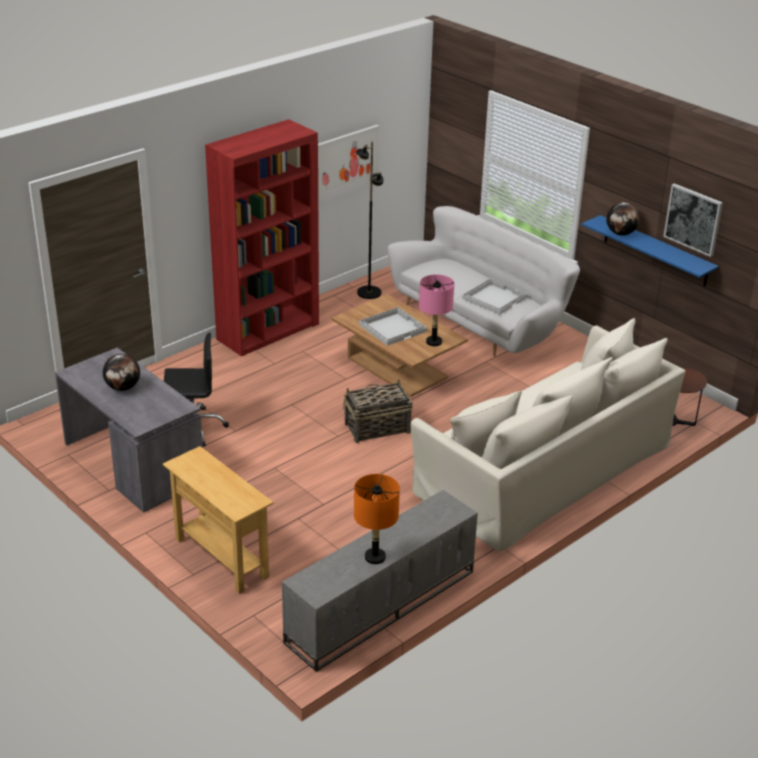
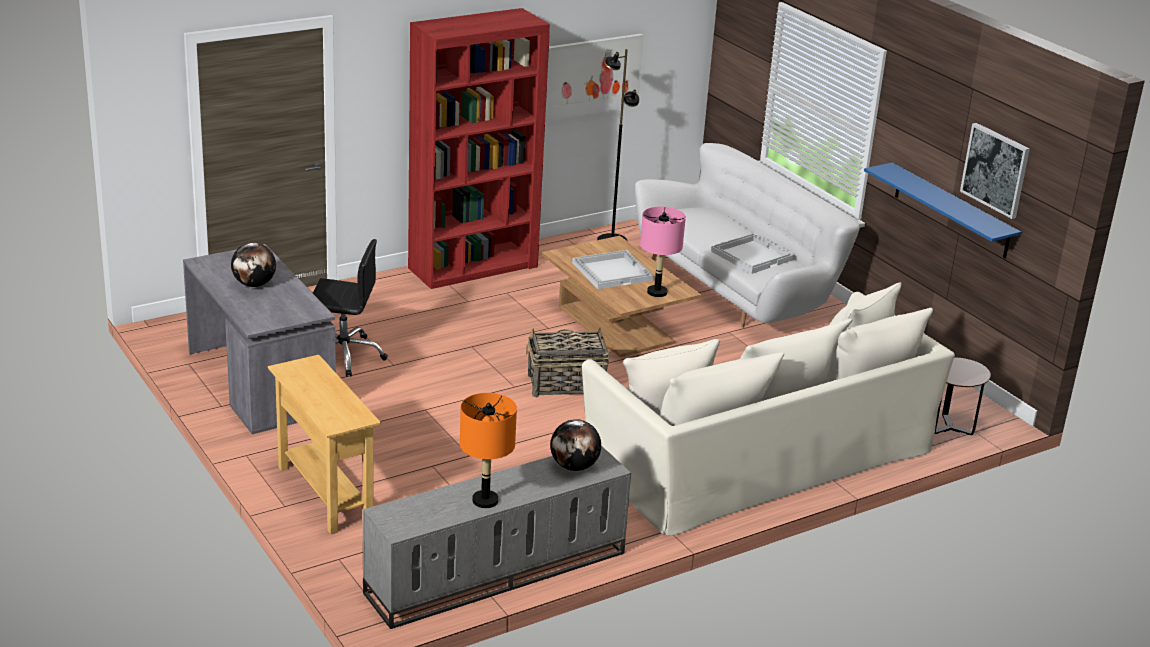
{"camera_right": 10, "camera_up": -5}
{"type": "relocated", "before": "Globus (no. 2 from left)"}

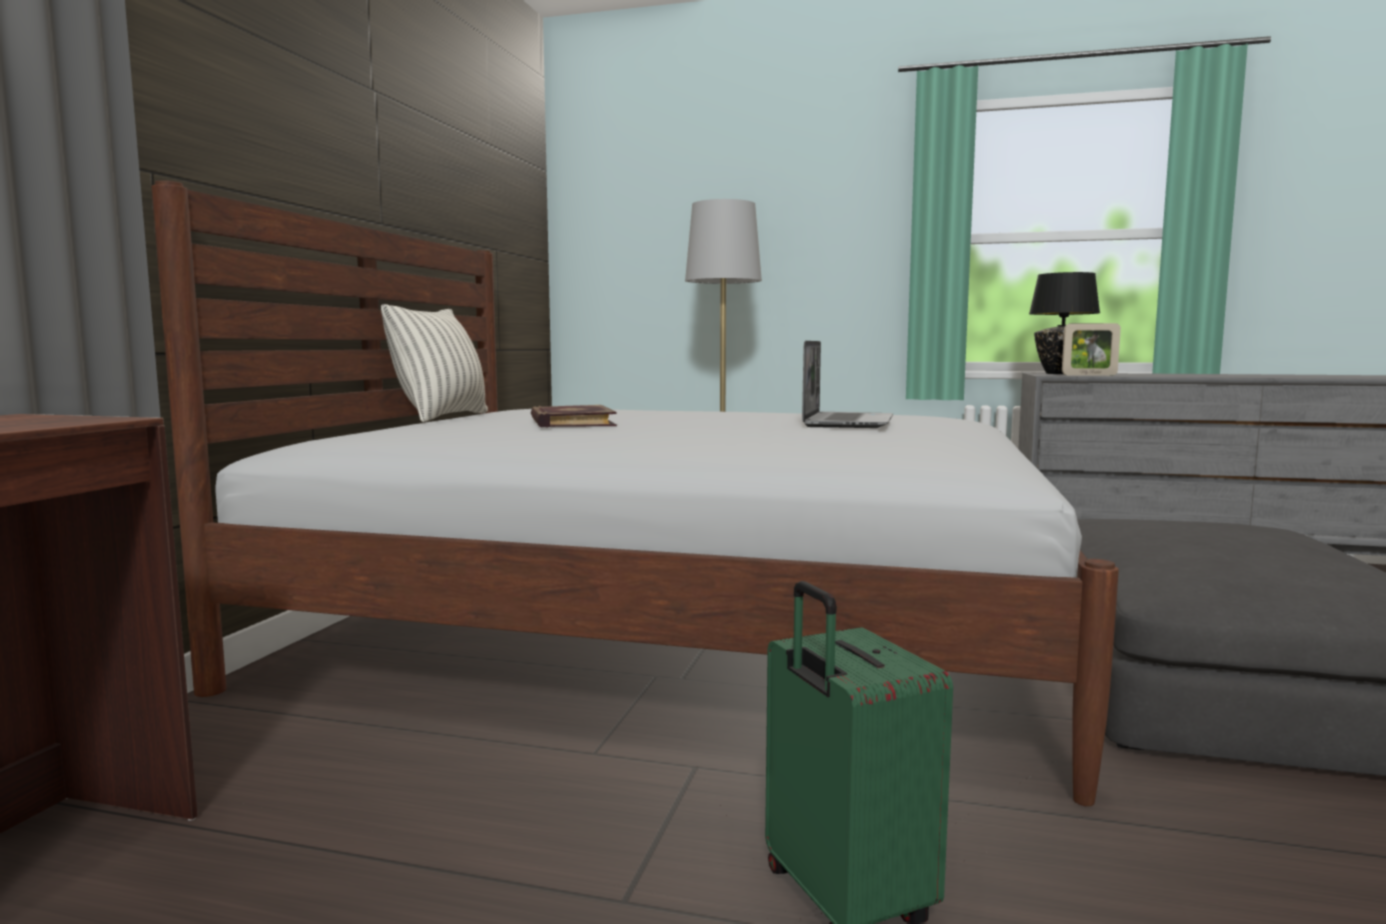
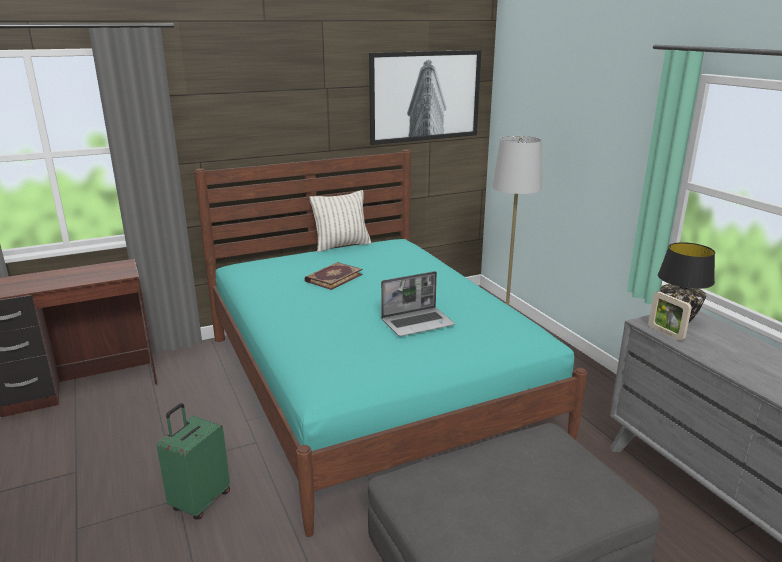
{"camera_right": 50, "camera_up": 15}
{"type": "appeared", "after": "Bild"}
{"type": "colour", "before": "Bett (weiß)", "after": "Bett (türkis)"}

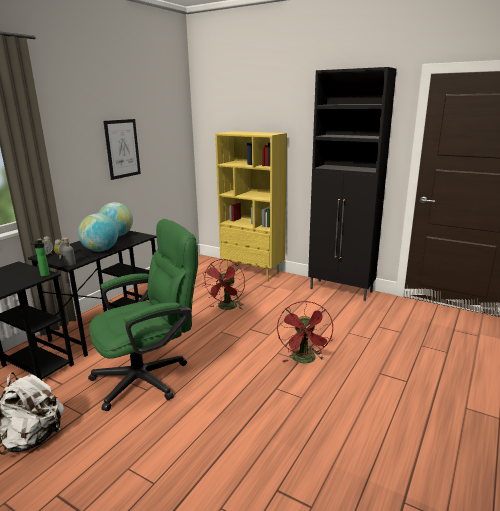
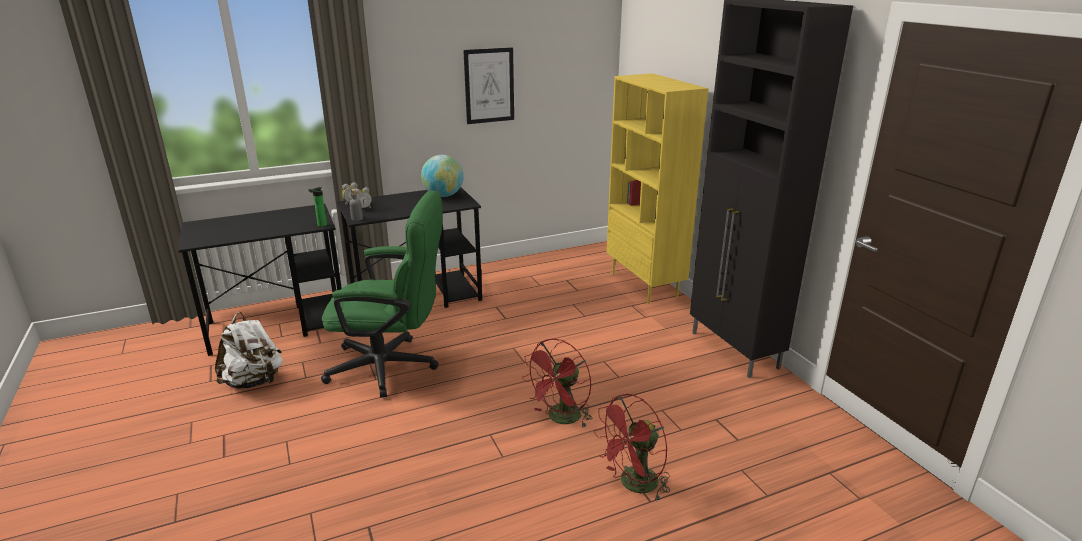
{"camera_right": 35, "camera_up": 5}
{"type": "missing", "before": "Globus (no. 1 from left)"}
{"type": "relocated", "before": "Ventilator (rot) (no. 1 from left in the first image)", "after": "Ventilator (rot) (no. 2 from left)"}

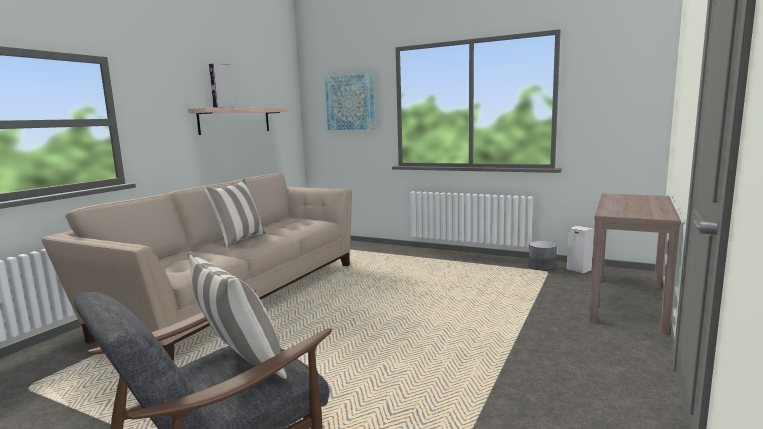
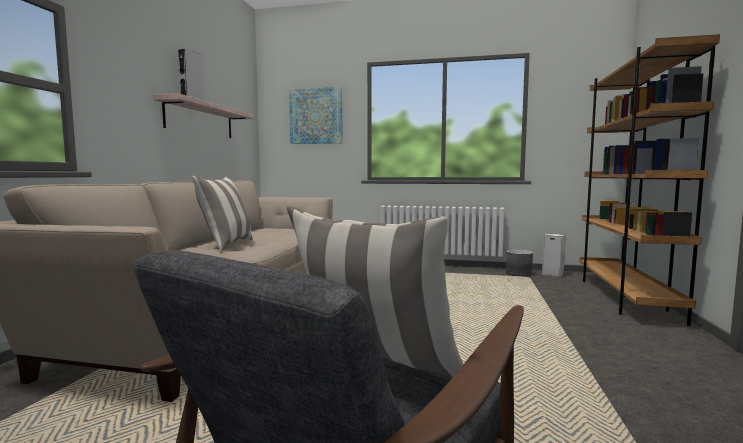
{"camera_right": -15, "camera_up": -5}
{"type": "exchanged", "before": "Konsolentisch (braun)", "after": "Bücherregal (braun)"}

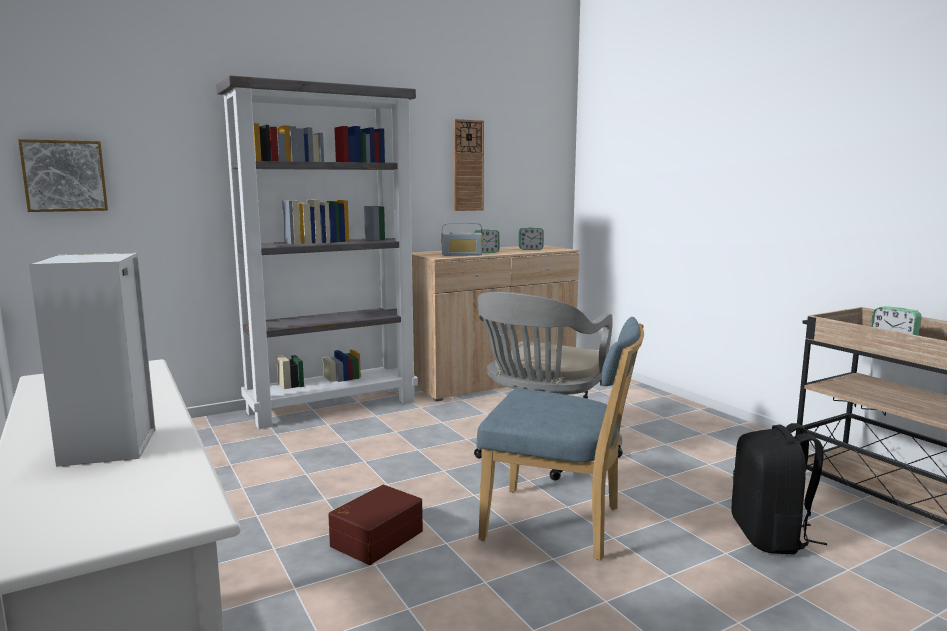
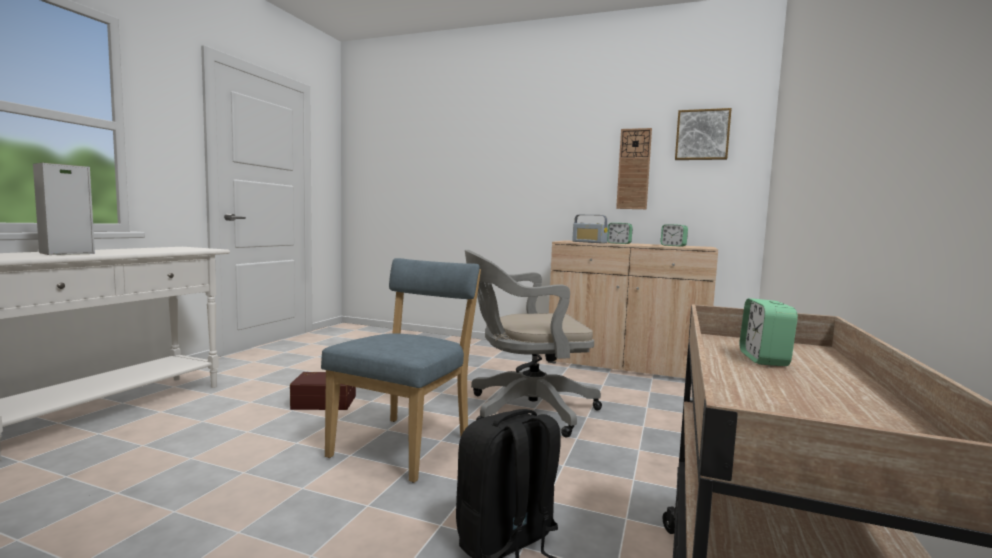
{"camera_right": 50, "camera_up": -5}
{"type": "missing", "before": "Bücherregal (grau)"}
{"type": "relocated", "before": "Bild"}
{"type": "spun", "before": "Stuhl (blau)", "turn": -135}

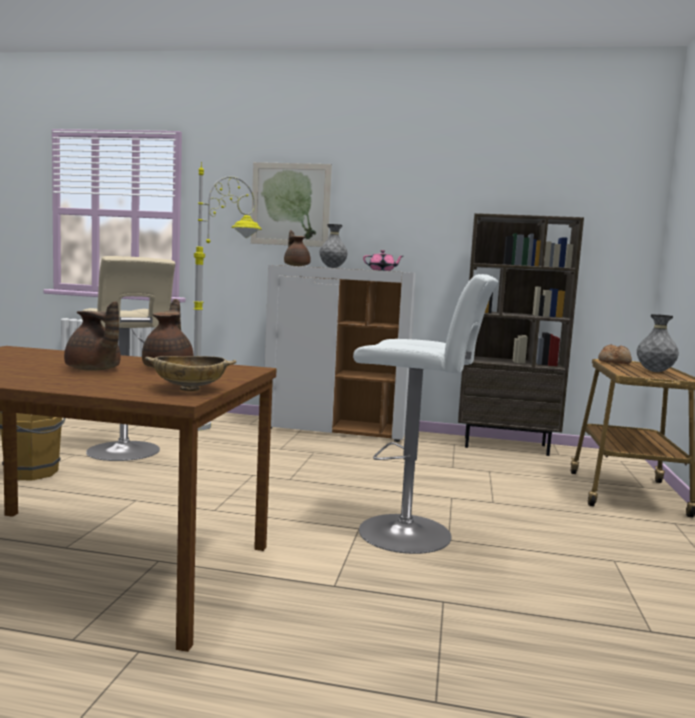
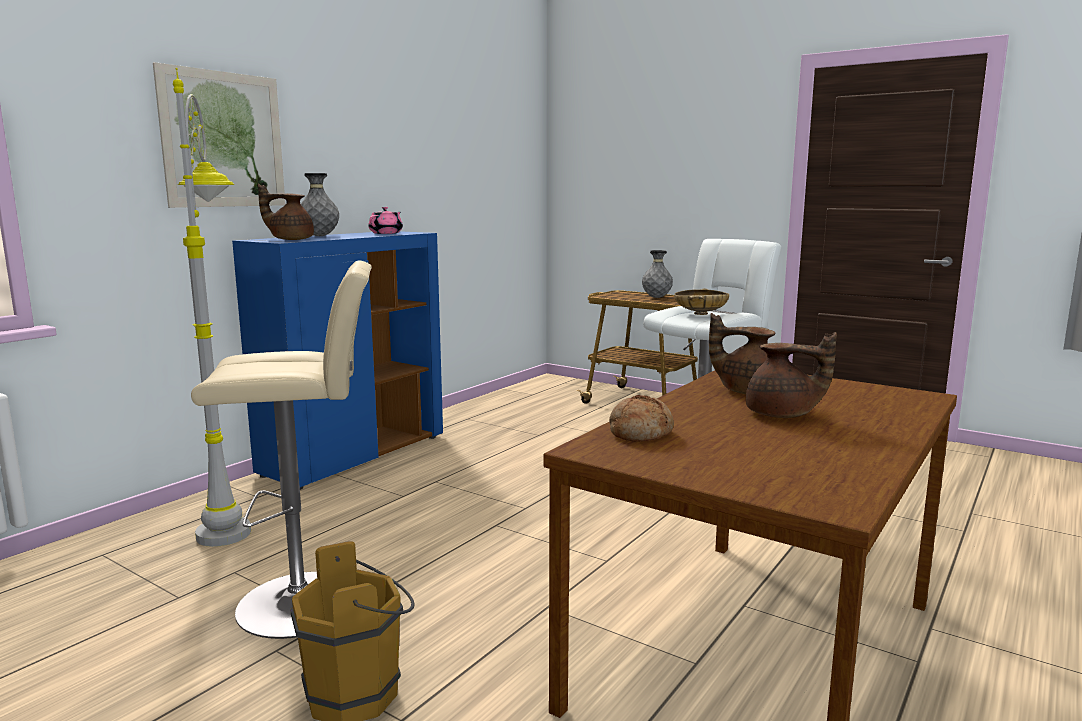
{"camera_right": -65, "camera_up": 5}
{"type": "missing", "before": "Bücherregal (braun)"}
{"type": "relocated", "before": "Schüssel (beige)"}
{"type": "relocated", "before": "Brot"}
{"type": "colour", "before": "Schrank (weiß)", "after": "Schrank (blau)"}
{"type": "spun", "before": "Teekanne (braun) (no. 1 from left in the first image)", "turn": 45}

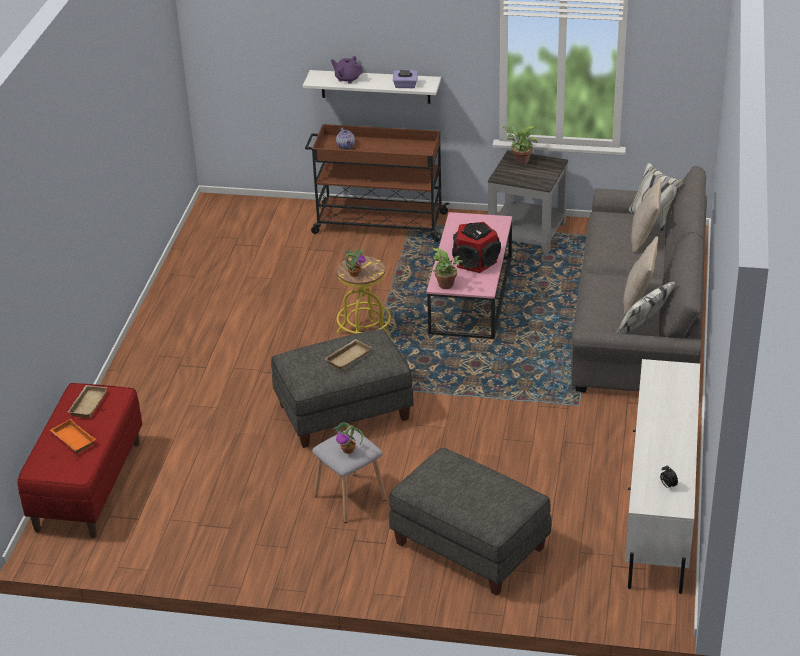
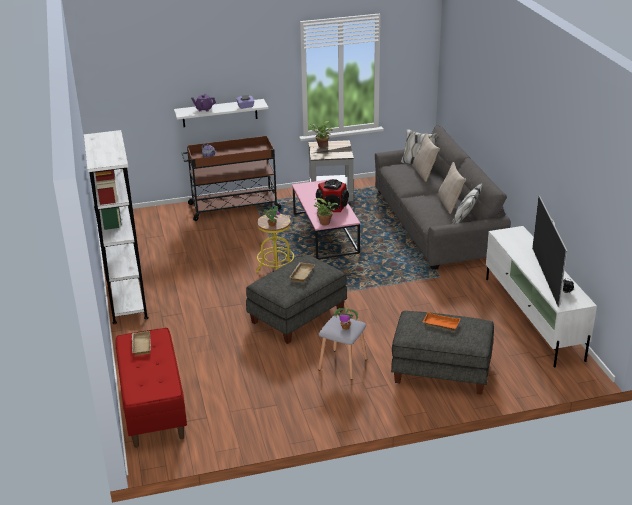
{"camera_right": -25, "camera_up": -5}
{"type": "appeared", "after": "Bücherregal (weiß)"}
{"type": "appeared", "after": "Fernseher"}
{"type": "relocated", "before": "Tablett (orange)"}

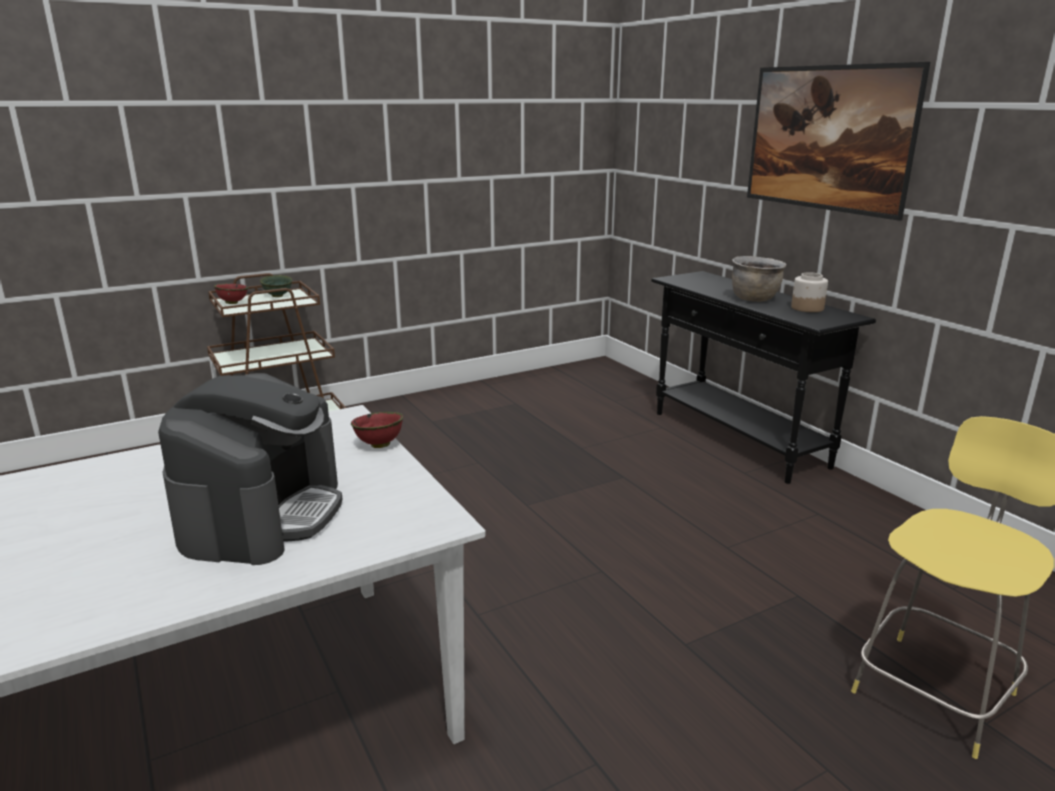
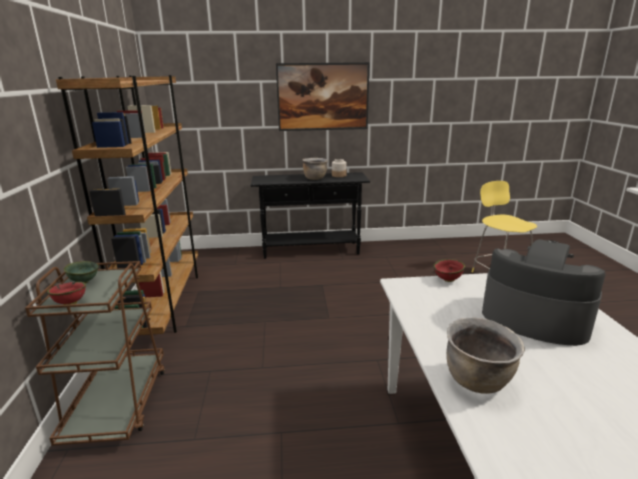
{"camera_right": -65, "camera_up": 0}
{"type": "appeared", "after": "Bücherregal (braun)"}
{"type": "appeared", "after": "Kochtopf (braun) (no. 2 from left)"}

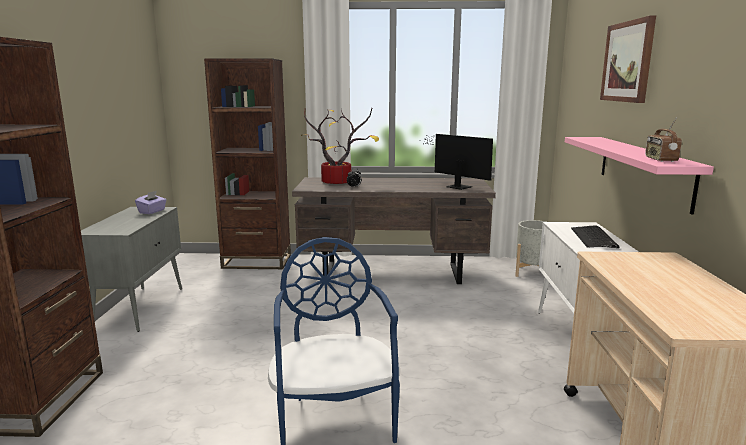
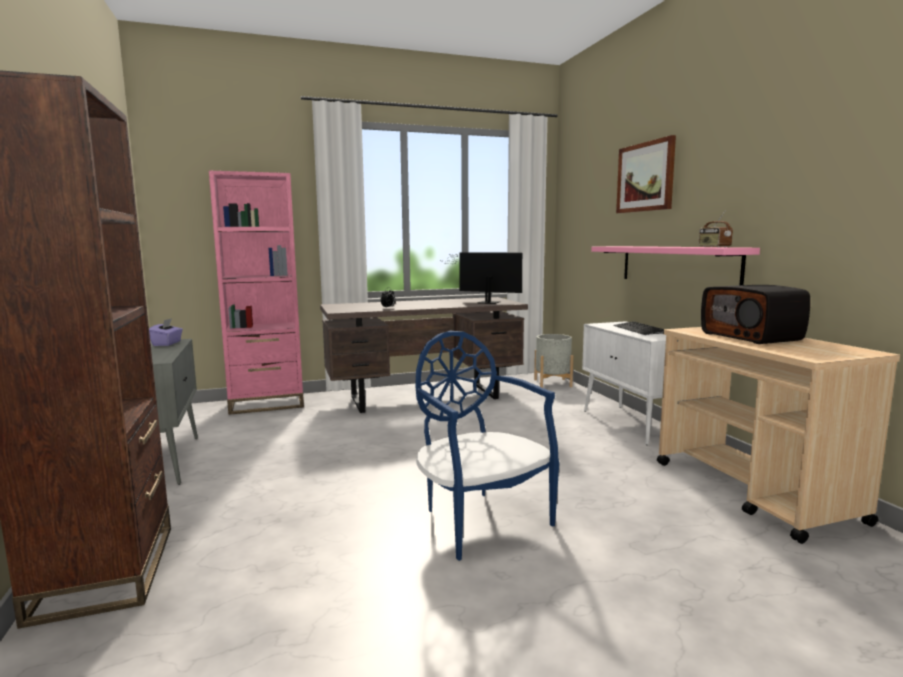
{"camera_right": -20, "camera_up": -5}
{"type": "missing", "before": "Topfpflanze"}
{"type": "appeared", "after": "Radio (no. 2 from left)"}
{"type": "colour", "before": "Bücherregal (braun) (no. 2 from left)", "after": "Bücherregal (rosa)"}

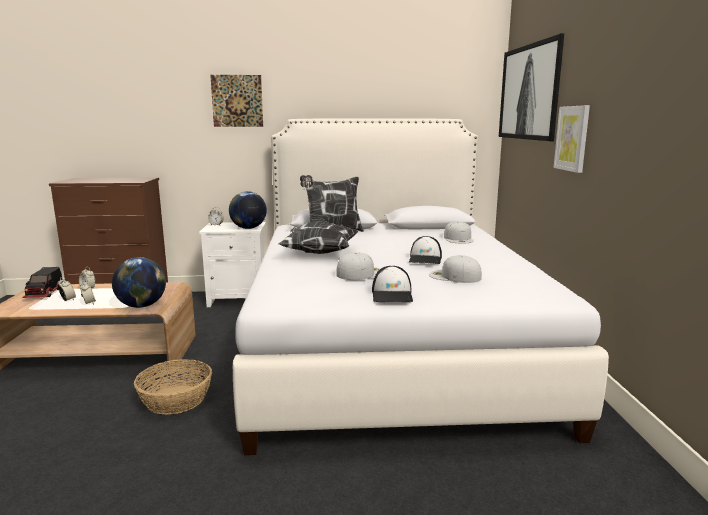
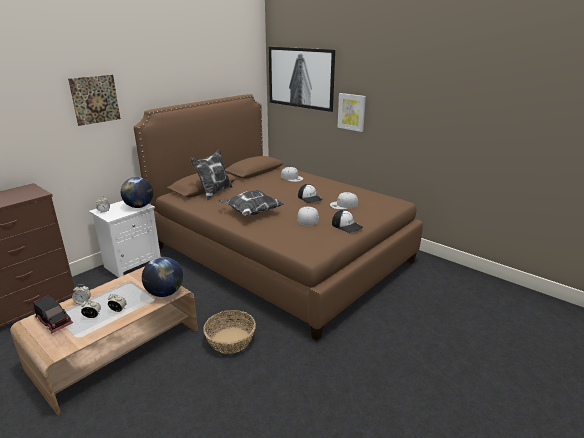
{"camera_right": -45, "camera_up": 10}
{"type": "colour", "before": "Bett (weiß)", "after": "Bett (braun)"}

